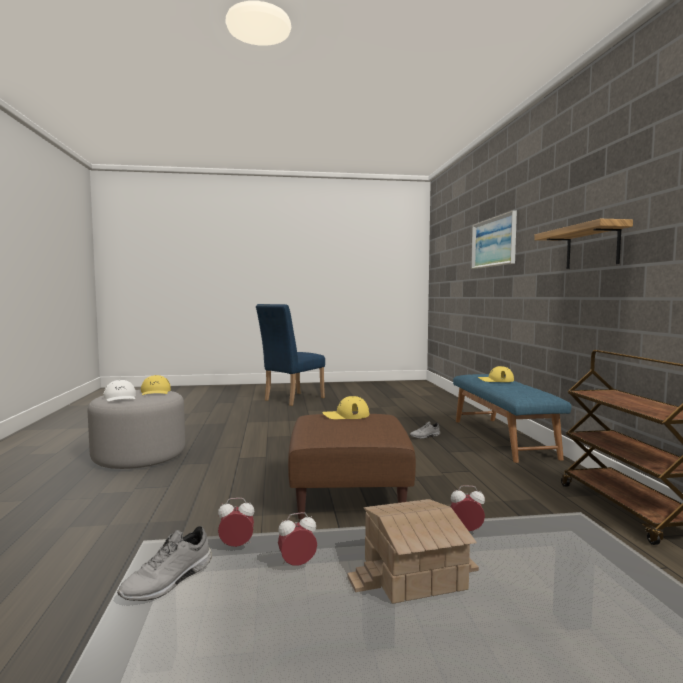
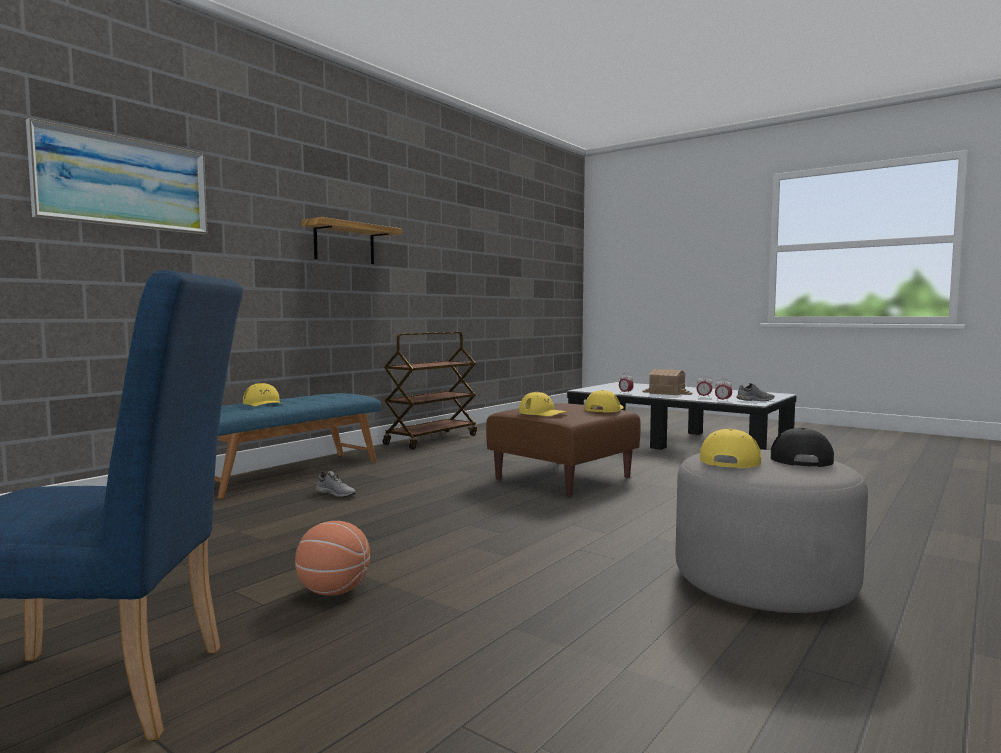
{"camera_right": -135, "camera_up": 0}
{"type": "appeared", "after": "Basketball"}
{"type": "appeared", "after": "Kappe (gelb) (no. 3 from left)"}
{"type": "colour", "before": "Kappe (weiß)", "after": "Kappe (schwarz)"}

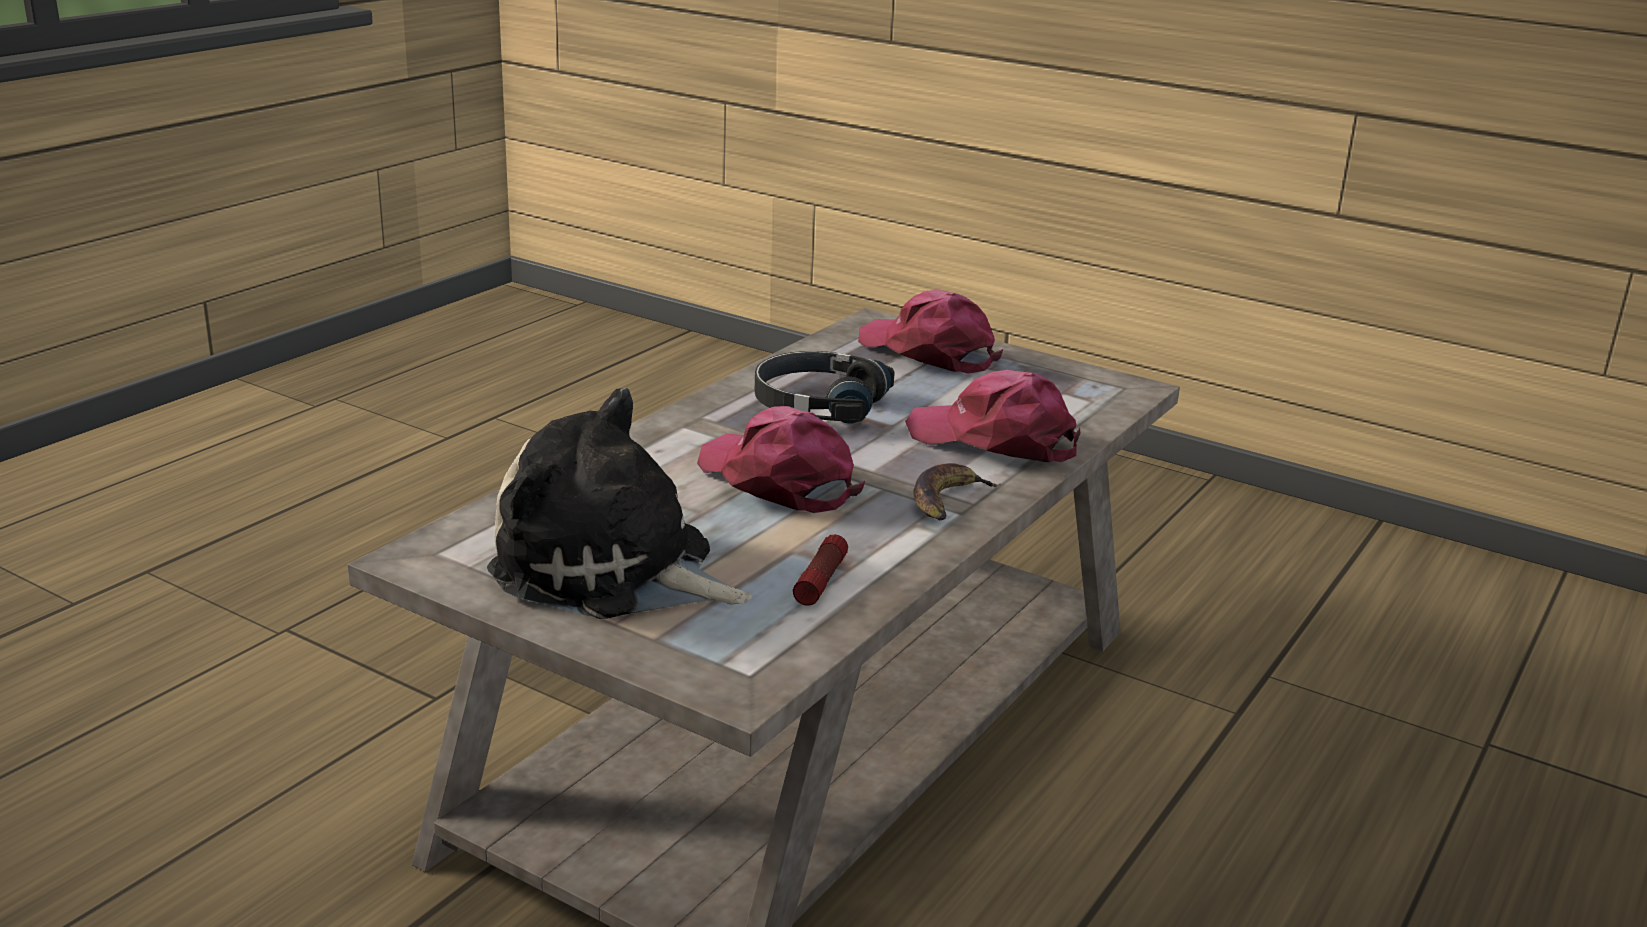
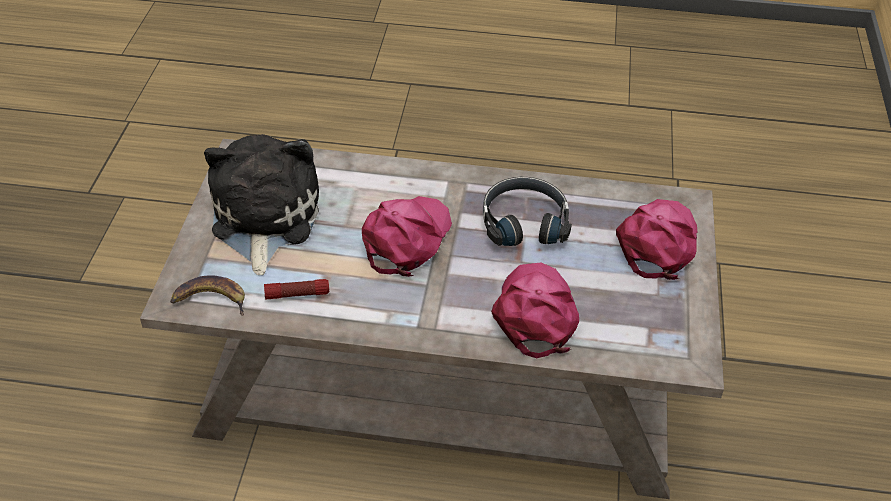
{"camera_right": 65, "camera_up": 20}
{"type": "relocated", "before": "Banane"}

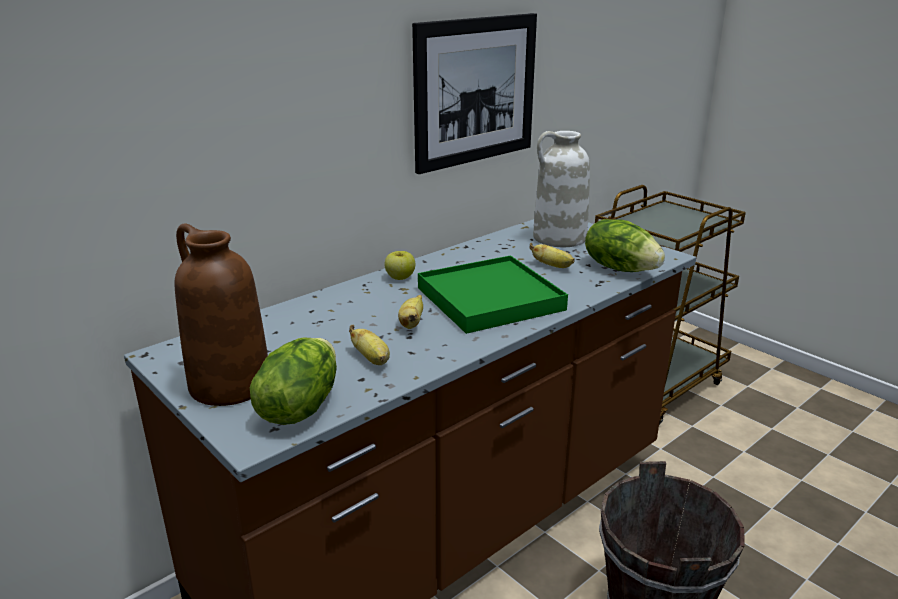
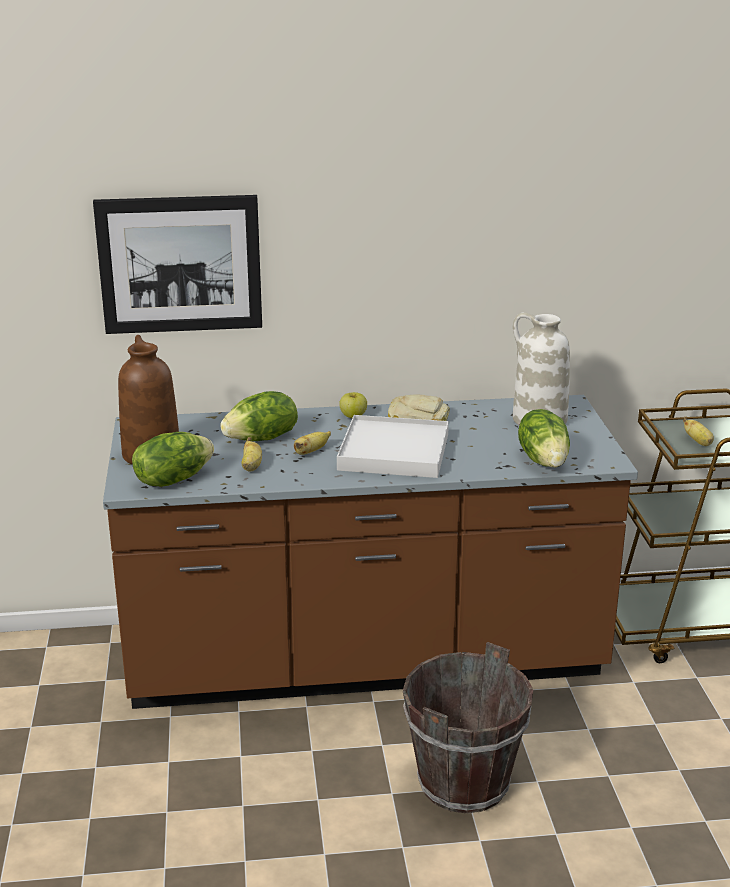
{"camera_right": 35, "camera_up": 0}
{"type": "appeared", "after": "Salatkopf (no. 2 from left)"}
{"type": "appeared", "after": "Brot"}
{"type": "relocated", "before": "Bild"}
{"type": "relocated", "before": "Banane (no. 3 from left)"}
{"type": "colour", "before": "Tablett (grün)", "after": "Tablett (weiß)"}

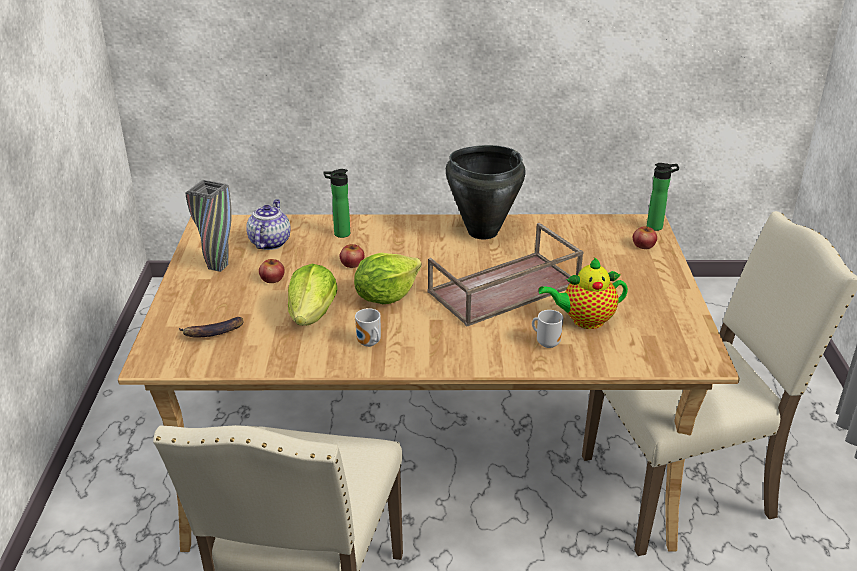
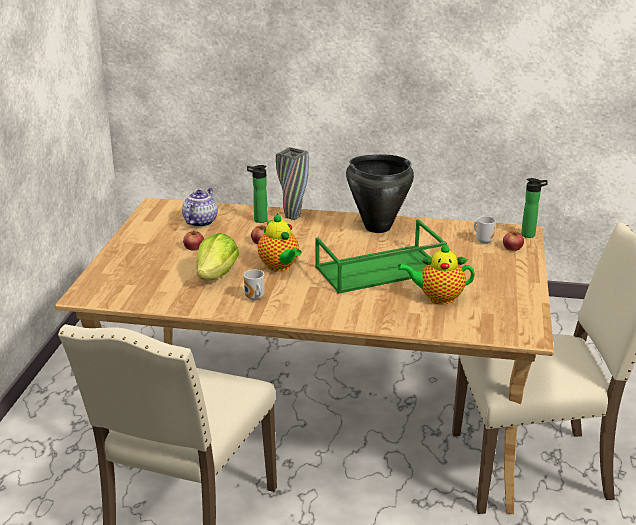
{"camera_right": 10, "camera_up": -5}
{"type": "missing", "before": "Banane"}
{"type": "relocated", "before": "Vase (grau)"}
{"type": "relocated", "before": "Henkelbecher (no. 2 from left)"}
{"type": "exchanged", "before": "Salatkopf (no. 2 from left)", "after": "Teekanne (no. 2 from left)"}
{"type": "colour", "before": "Tablett (braun)", "after": "Tablett (grün)"}

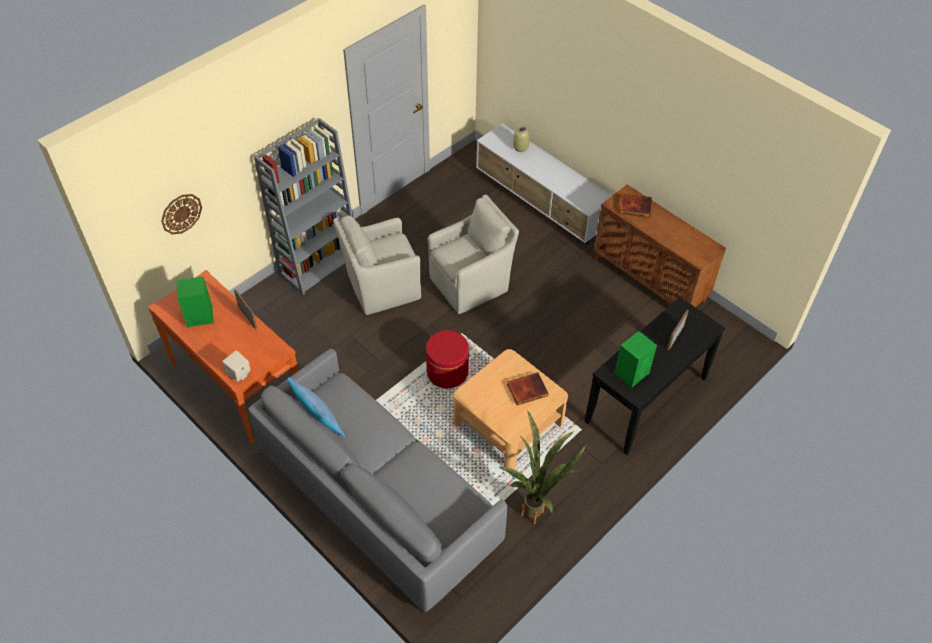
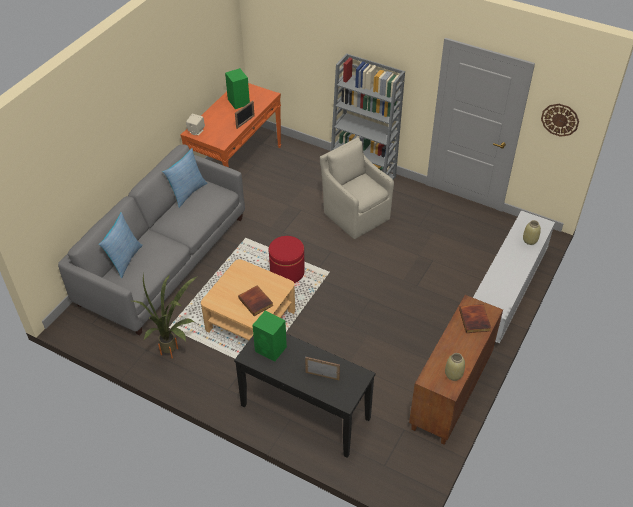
{"camera_right": 75, "camera_up": -5}
{"type": "missing", "before": "Sessel (beige) (no. 2 from left)"}
{"type": "appeared", "after": "Kissen (no. 1 from left)"}
{"type": "appeared", "after": "Vase (beige) (no. 1 from left)"}
{"type": "relocated", "before": "Wanduhr"}

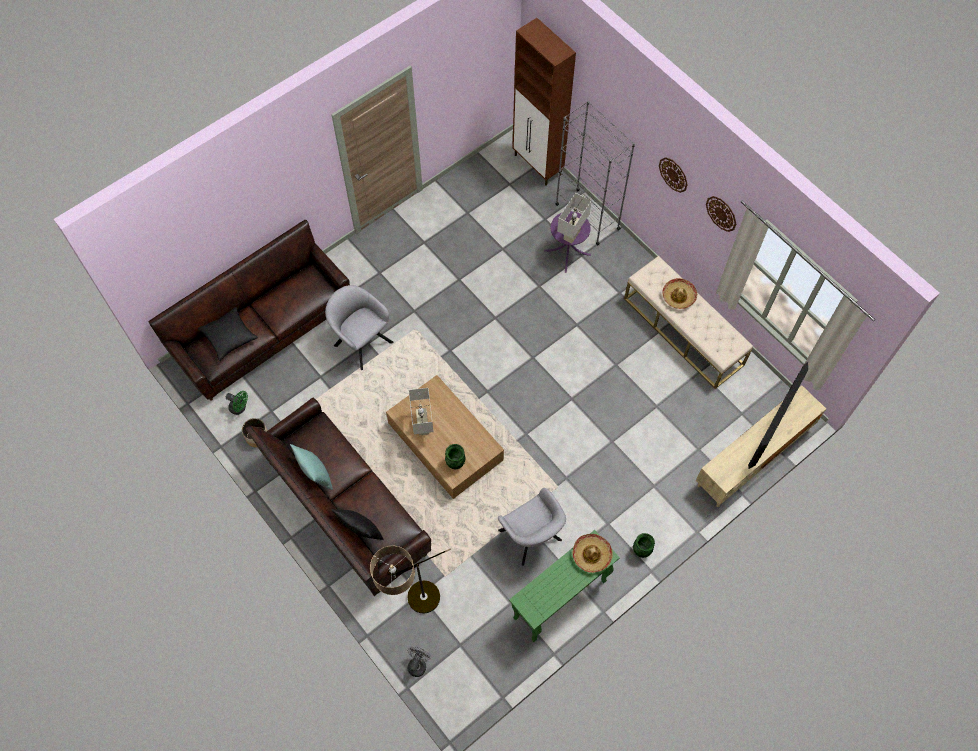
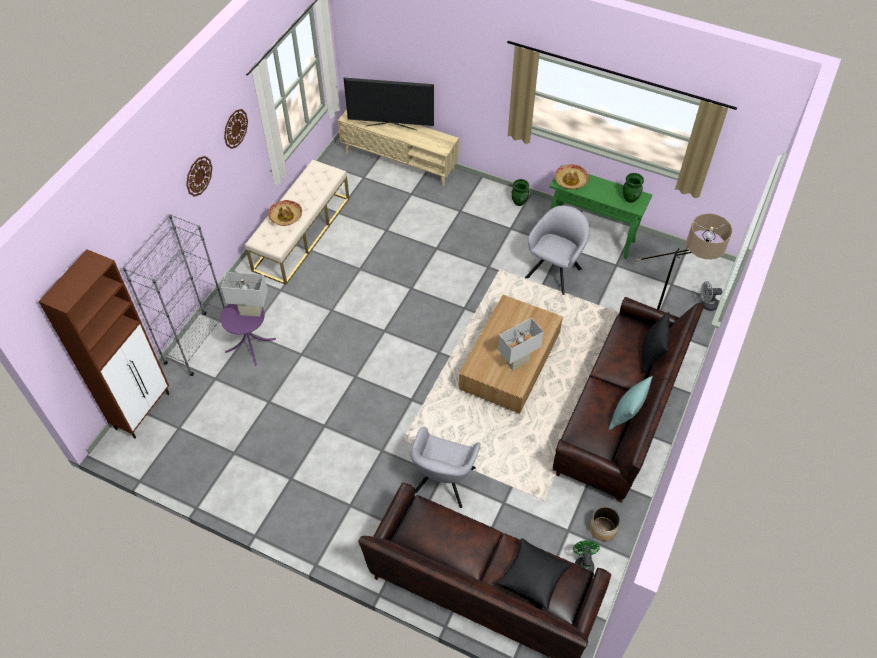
{"camera_right": -115, "camera_up": -10}
{"type": "relocated", "before": "Vase (grün) (no. 1 from left in the first image)", "after": "Vase (grün) (no. 2 from left)"}

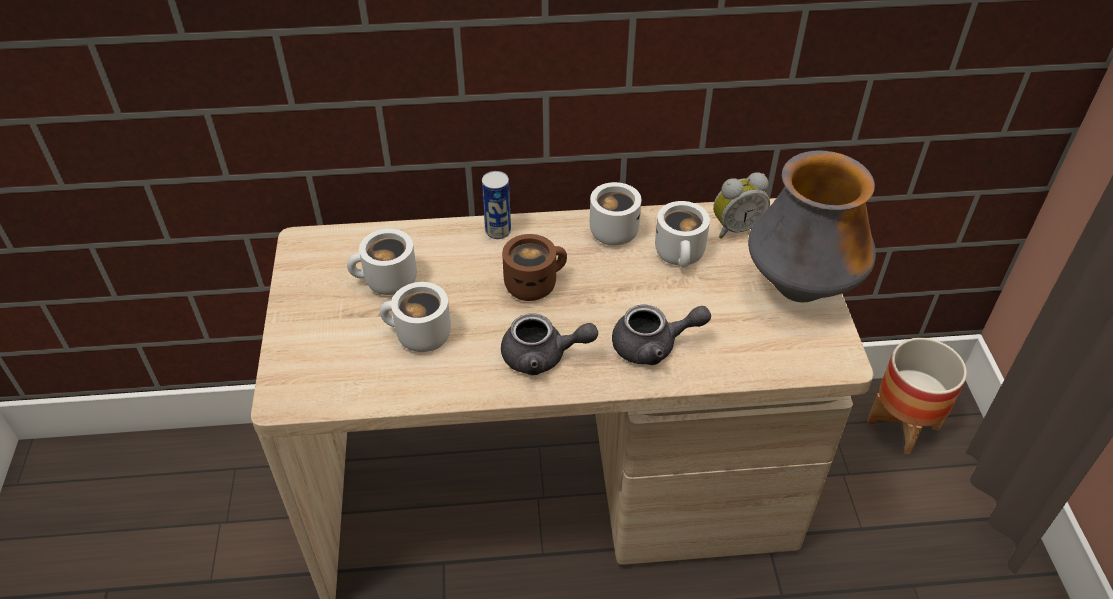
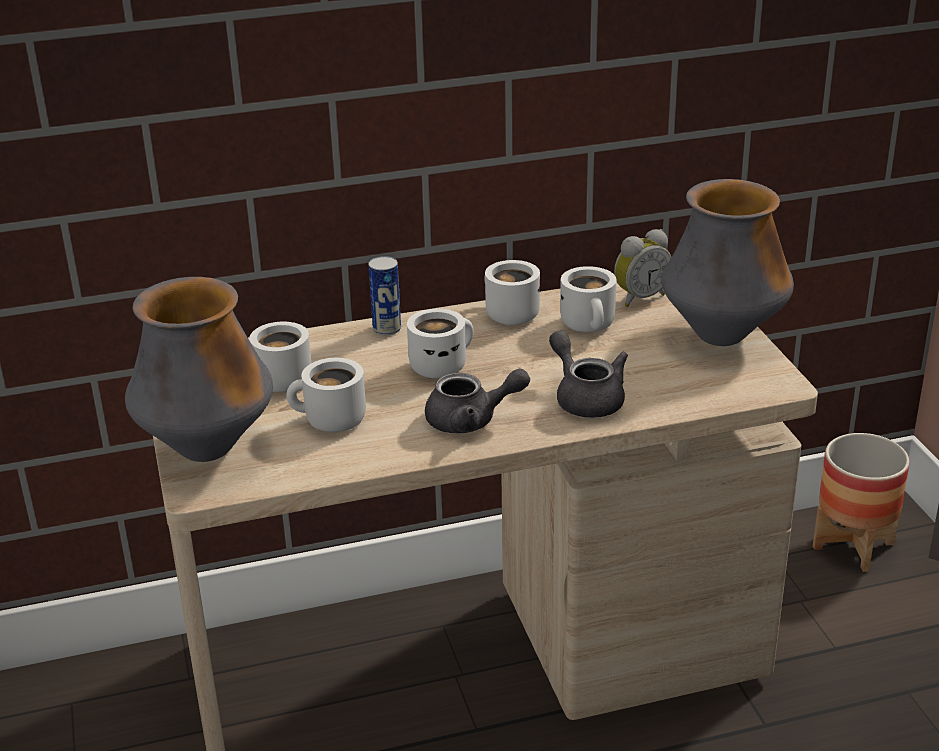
{"camera_right": -10, "camera_up": -15}
{"type": "appeared", "after": "Vase (no. 1 from left)"}
{"type": "colour", "before": "Henkelbecher (braun)", "after": "Henkelbecher (weiß) (no. 3 from left)"}
{"type": "spun", "before": "Teekanne (grau) (no. 2 from left)", "turn": -105}

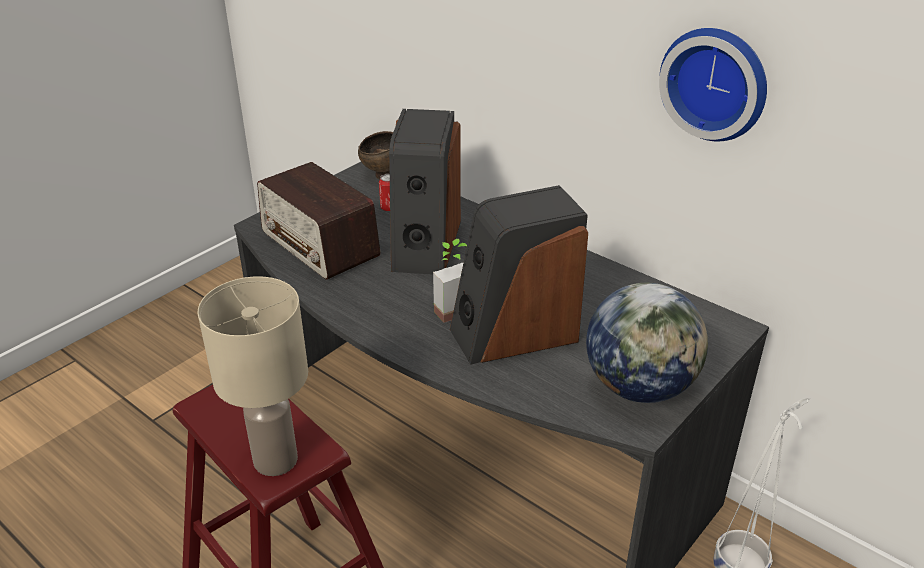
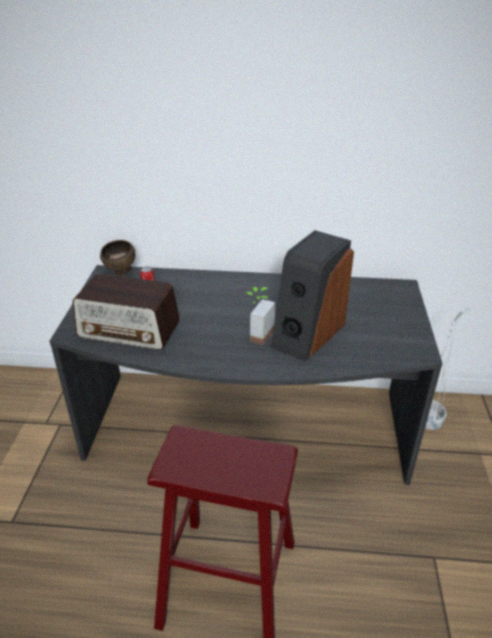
{"camera_right": -35, "camera_up": 0}
{"type": "missing", "before": "Tischlampe (beige)"}
{"type": "missing", "before": "Lautsprecher (no. 1 from left)"}
{"type": "missing", "before": "Globus"}
{"type": "missing", "before": "Wanduhr"}

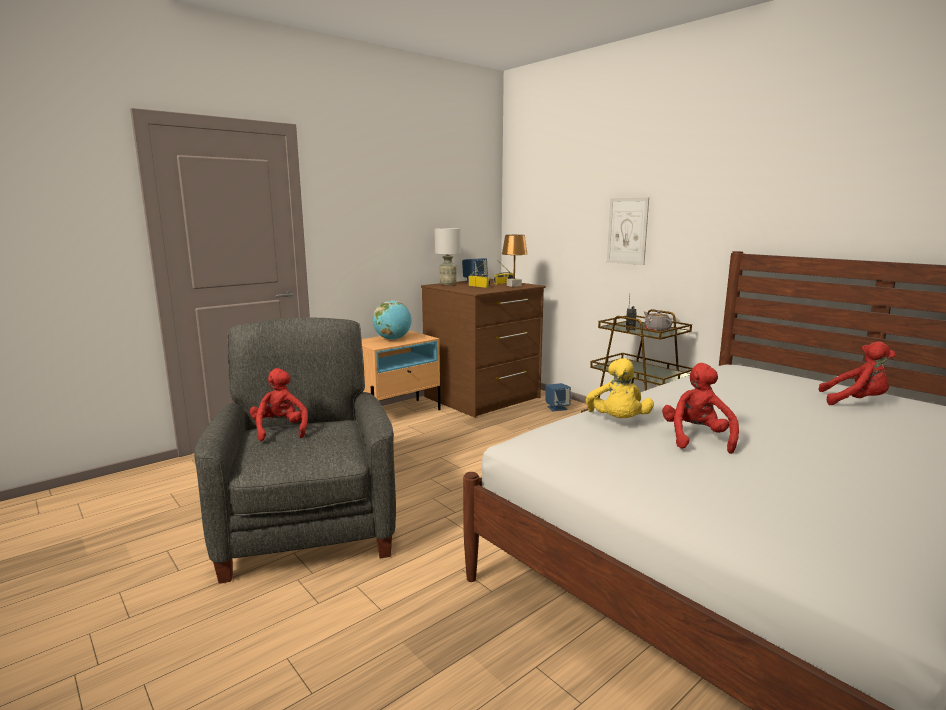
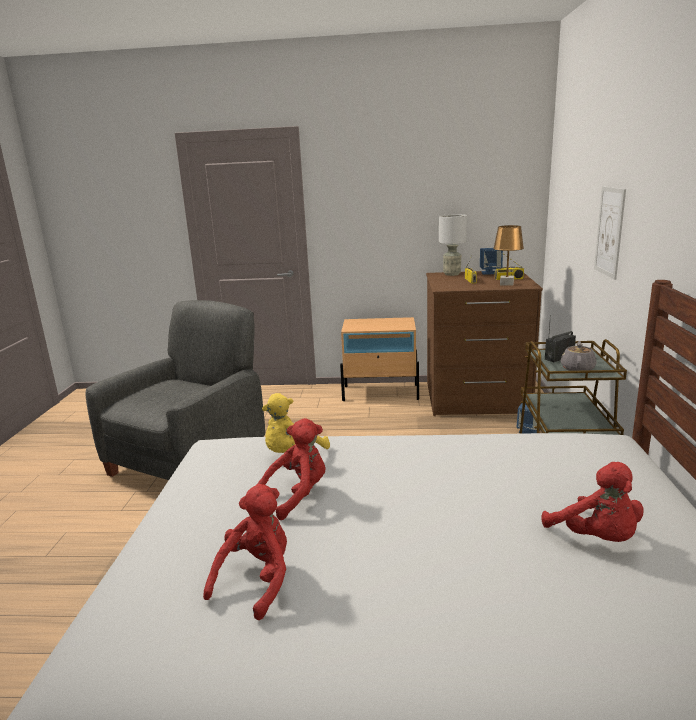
{"camera_right": 45, "camera_up": 5}
{"type": "missing", "before": "Globus"}
{"type": "relocated", "before": "Plüschtier (rot) (no. 1 from left)"}

